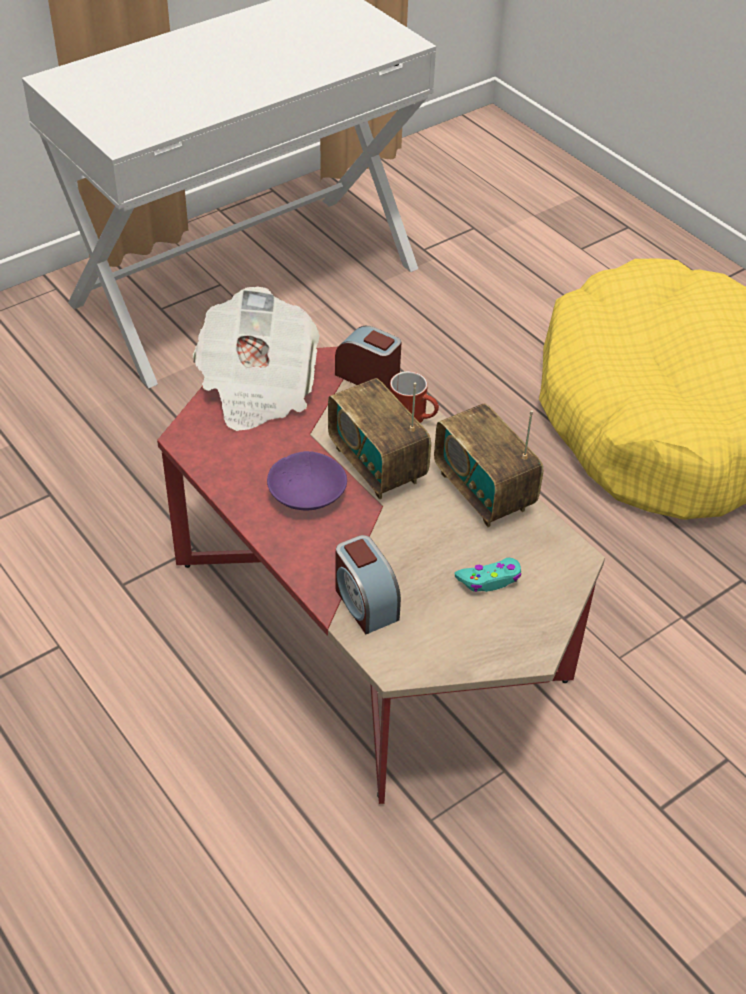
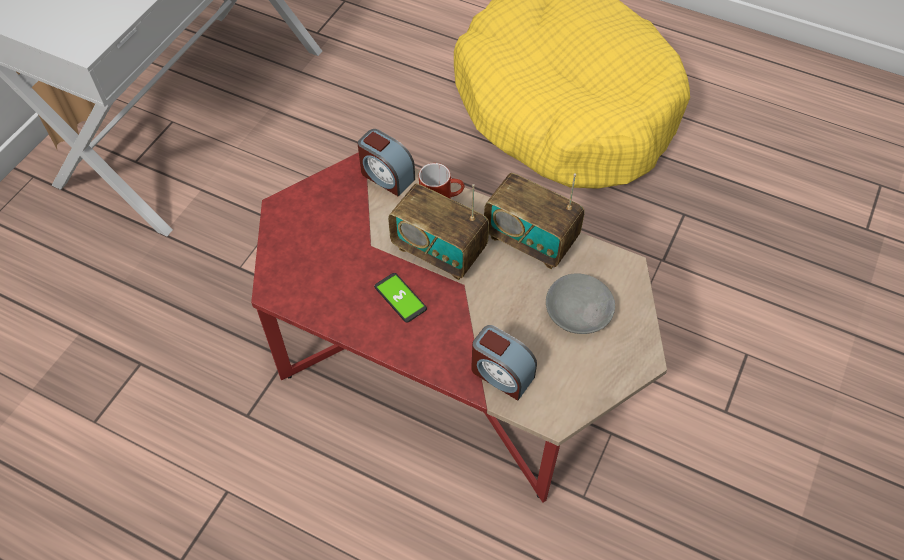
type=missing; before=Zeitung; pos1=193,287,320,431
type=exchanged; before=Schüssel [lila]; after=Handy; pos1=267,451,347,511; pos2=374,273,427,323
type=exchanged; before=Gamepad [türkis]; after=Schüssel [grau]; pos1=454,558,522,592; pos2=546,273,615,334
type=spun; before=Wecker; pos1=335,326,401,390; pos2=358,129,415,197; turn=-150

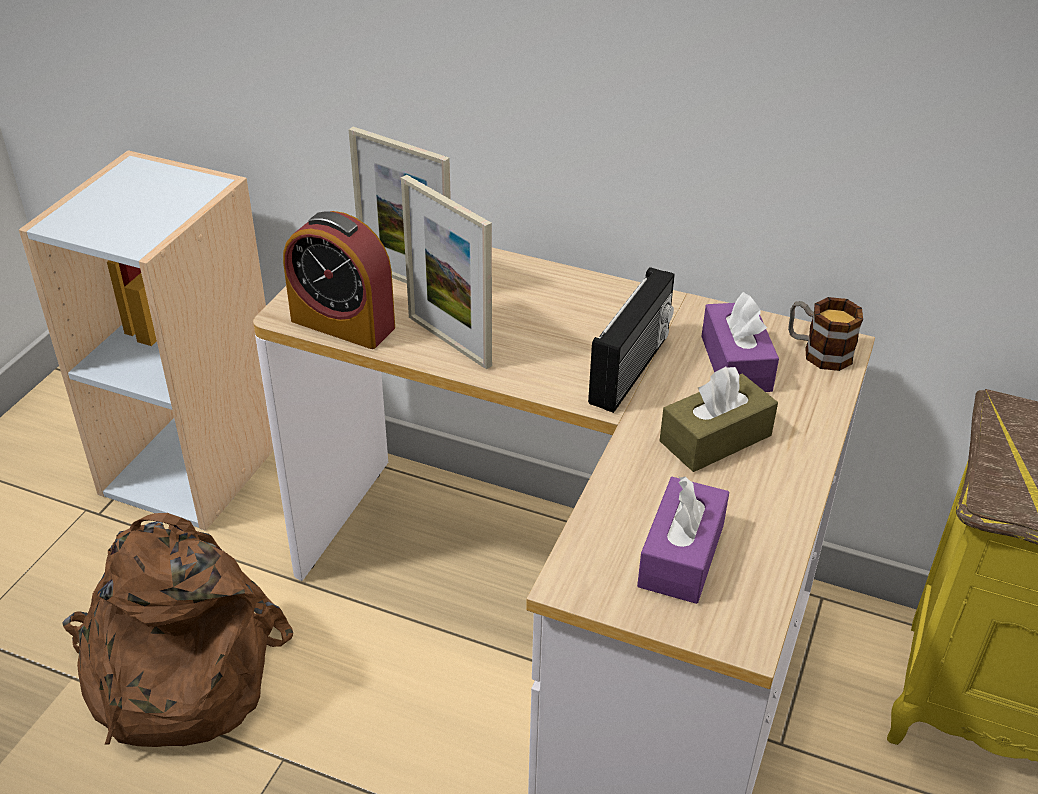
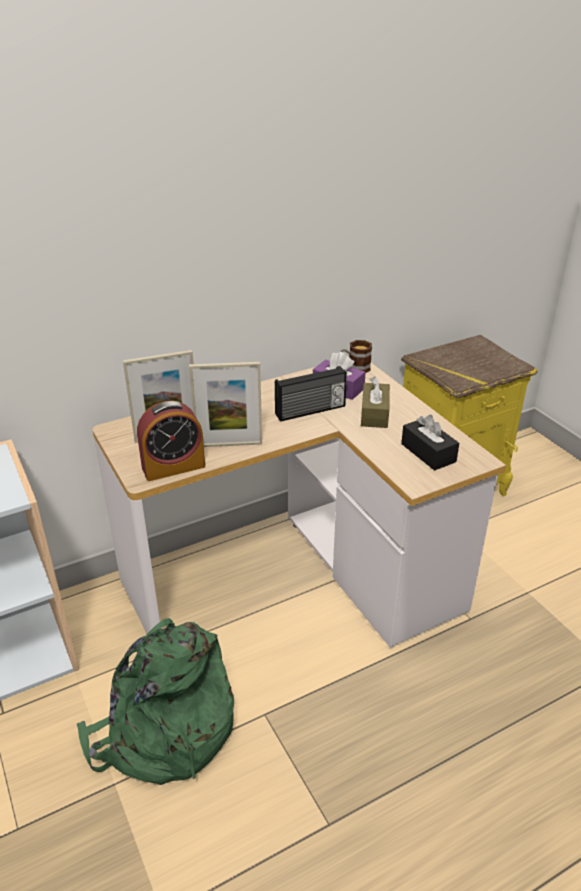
type=colour; before=Rucksack [braun]; after=Rucksack [grün]; pos1=63,513,293,747; pos2=77,618,234,785
type=colour; before=Taschentuchbox [lila]; after=Taschentuchbox [schwarz]; pos1=637,477,729,604; pos2=401,415,459,471
type=spun; before=Radio; pos1=588,267,675,413; pos2=275,366,347,422; turn=90

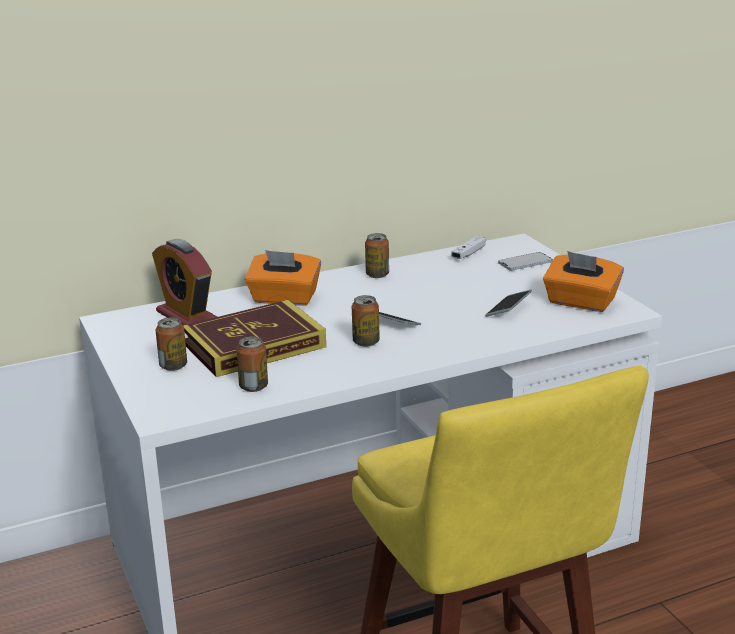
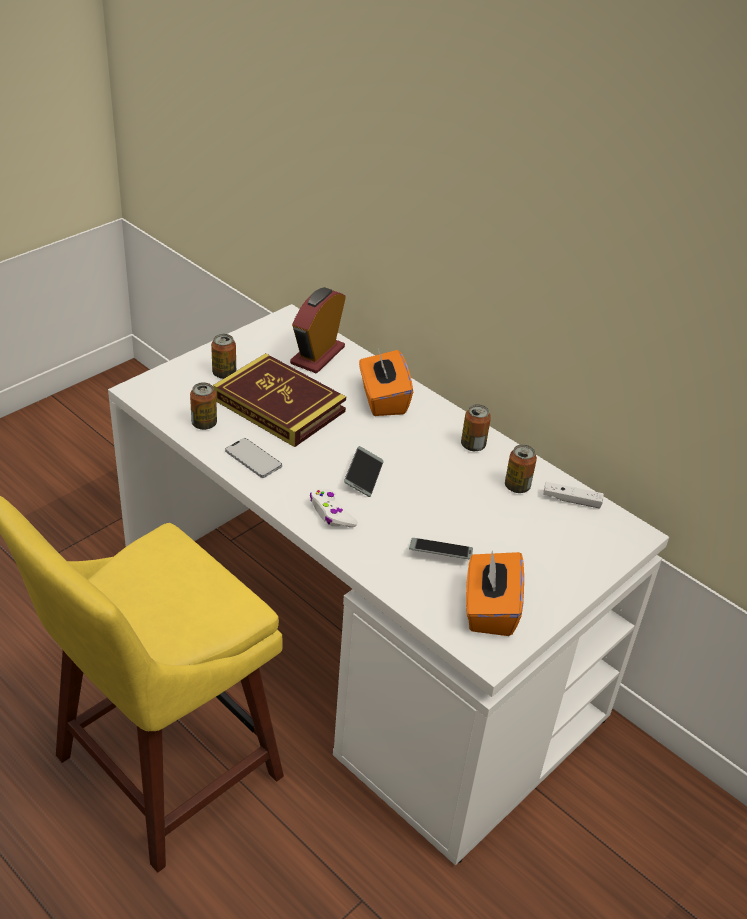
type=appeared; after=Gamepad [weiß]; pos2=310,489,358,528
type=relocated; before=Dose; pos1=352,295,380,347; pos2=505,445,537,493
type=relocated; before=Handy; pos1=498,252,553,271; pos2=225,438,282,478

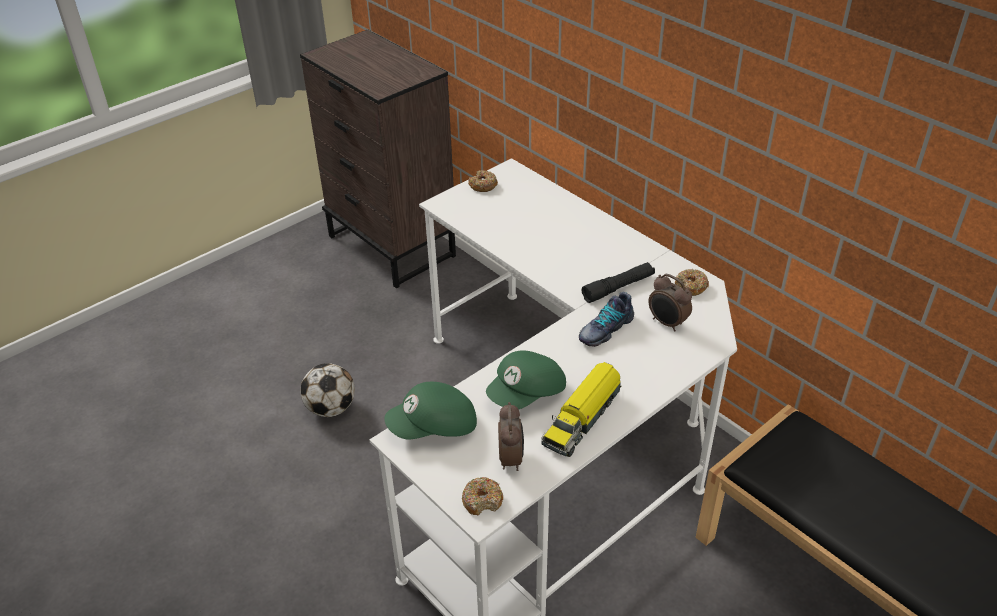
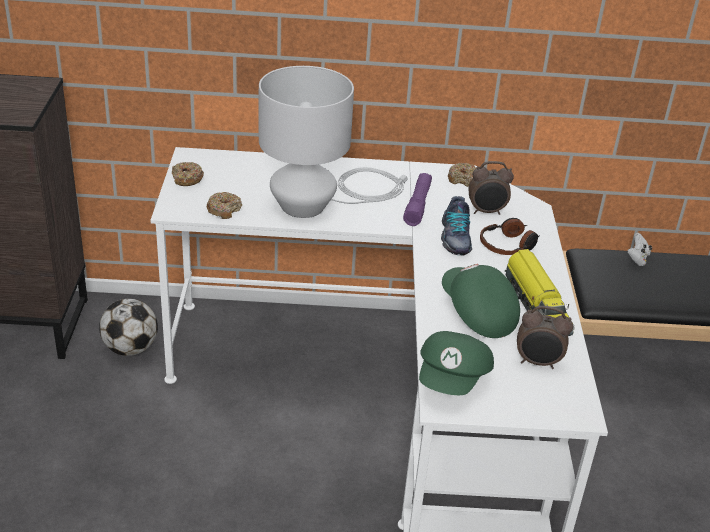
type=appeared; after=Tischlampe [grau]; pos2=259,66,408,218
type=appeared; after=Kopfhörer; pos2=480,218,540,255
type=appeared; after=Gamepad [weiß]; pos2=627,233,652,266
type=relocated; before=Fußball; pos1=300,363,355,417; pos2=99,299,158,356
type=relocated; before=Donut; pos1=462,477,503,515; pos2=207,192,242,219
type=colour; before=Taschenlampe [schwarz]; after=Taschenlampe [lila]; pos1=581,262,655,303; pos2=403,173,432,226
type=spun; before=Kappe [grün]; pos1=486,350,566,409; pos2=442,264,520,338; turn=150
type=spun; before=Wecker; pos1=498,402,524,471; pos2=517,306,573,369; turn=150

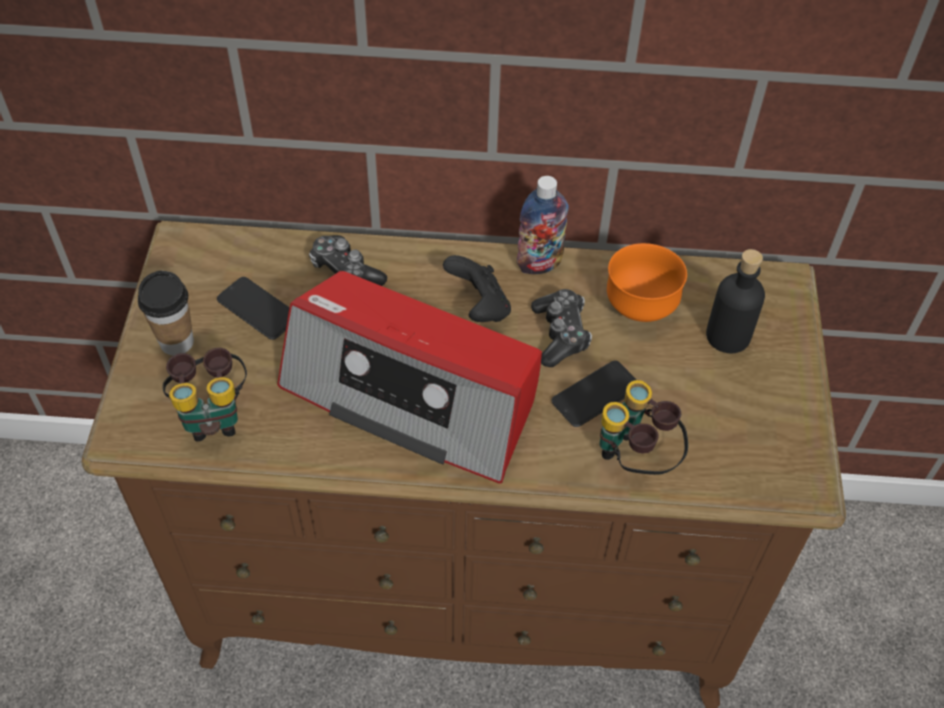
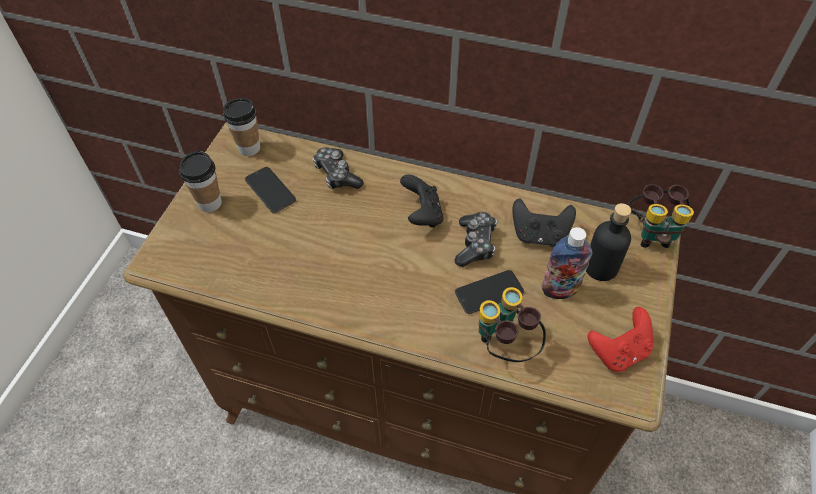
type=missing; before=Radio; pos1=277,271,542,484
type=appeared; after=Tasse; pos2=223,98,260,156
type=appeared; after=Gamepad [rot]; pos2=588,307,653,372
type=relocated; before=Fernglas; pos1=162,348,247,442; pos2=628,184,694,248
type=relocated; before=Flasche; pos1=517,176,569,274; pos2=542,227,593,299
type=exchanged; before=Schüssel [orange]; after=Gamepad [schwarz]; pos1=607,243,687,322; pos2=513,198,576,247

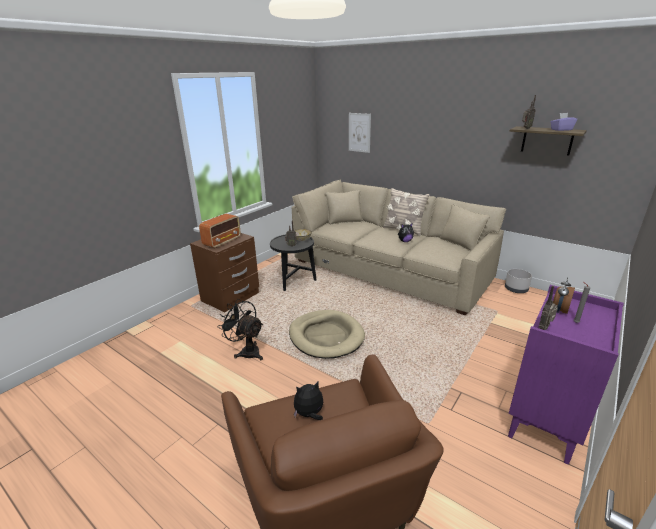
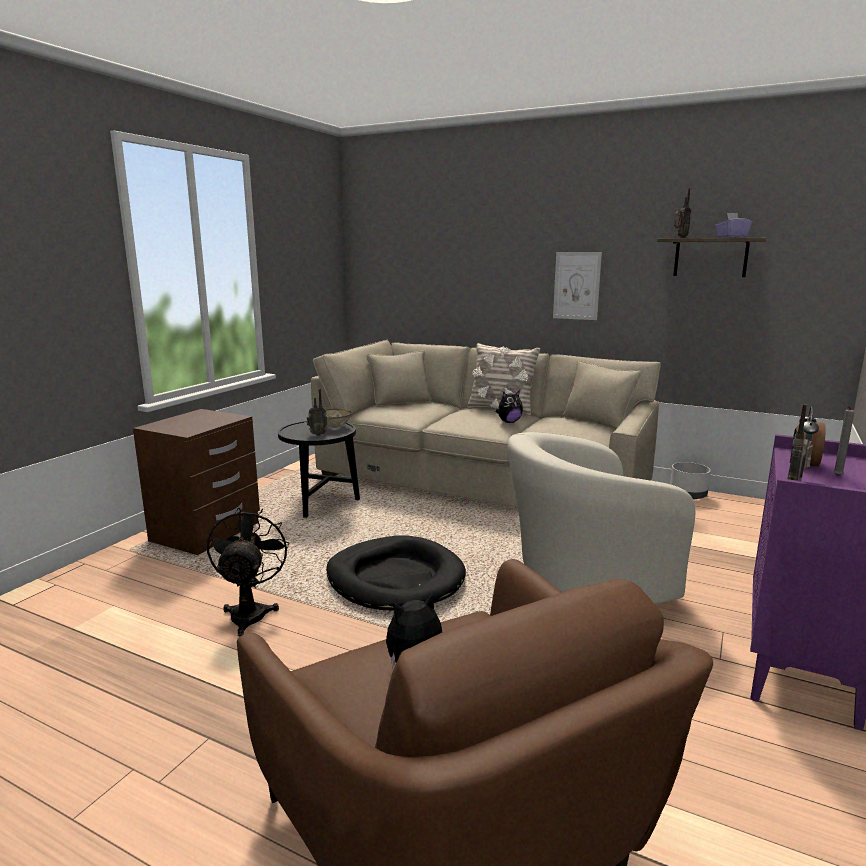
type=missing; before=Radio; pos1=199,214,241,249
type=appeared; after=Sessel [beige]; pos2=508,432,695,604
type=relocated; before=Bild; pos1=349,113,371,153; pos2=553,252,602,320
type=colour; before=Hundebett [beige]; after=Hundebett [schwarz]; pos1=289,310,365,359; pos2=326,535,466,611
type=spun; before=Ventilator [schwarz]; pos1=218,299,263,360; pos2=207,508,289,637; turn=60

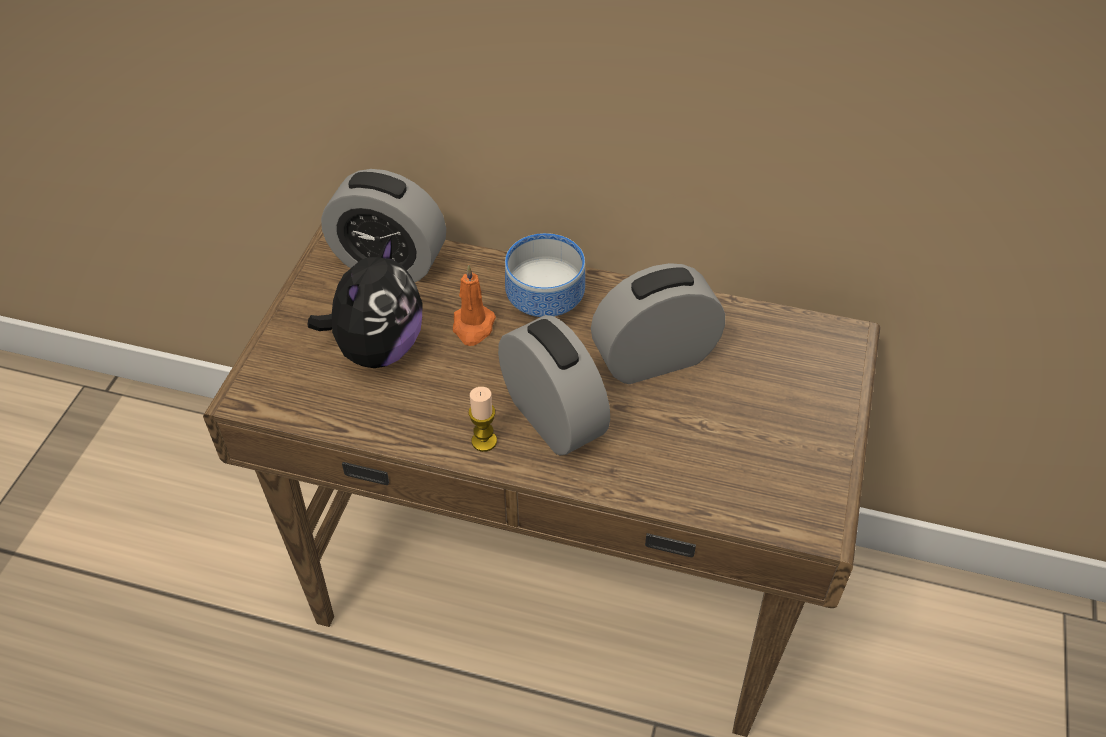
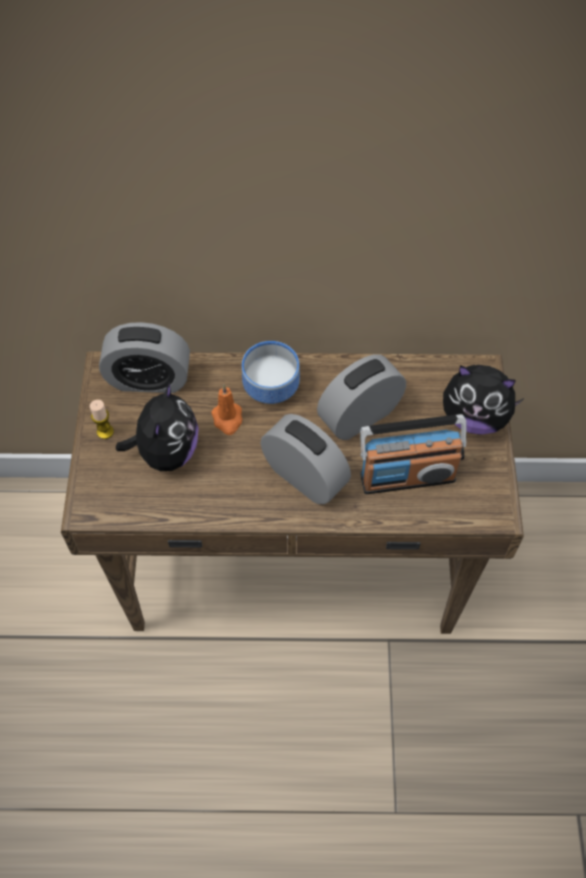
type=appeared; after=Radio; pos2=360,414,466,494
type=appeared; after=Plüschtier; pos2=443,365,524,435
type=relocated; before=Kerze; pos1=469,387,497,452; pos2=90,400,114,439

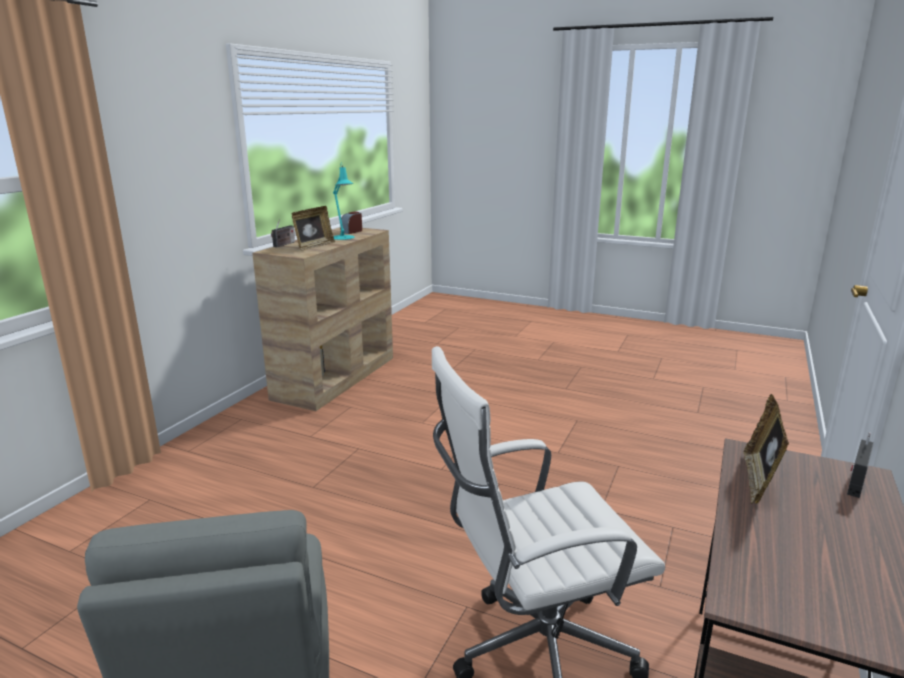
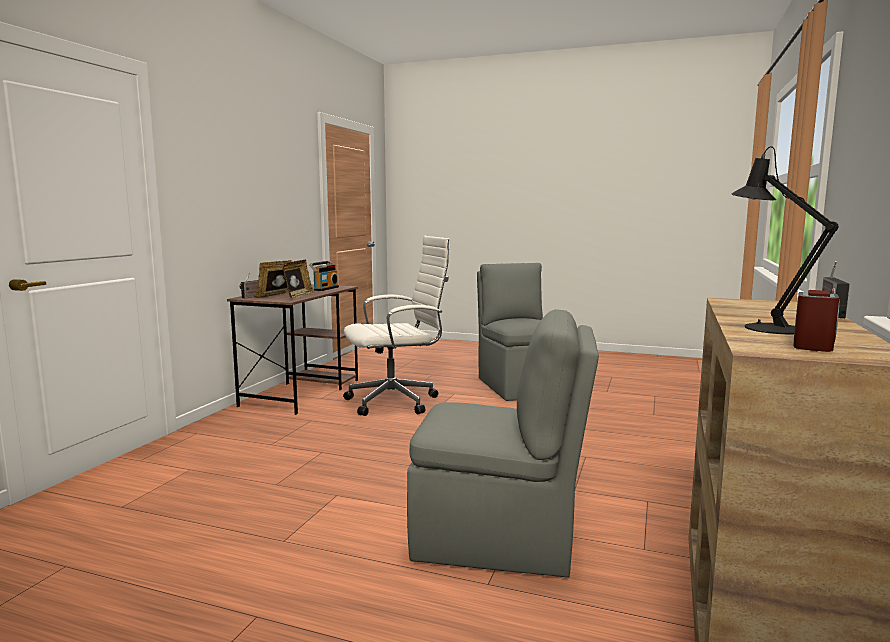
type=appeared; after=Radio; pos2=309,261,339,291
type=appeared; after=Stuhl [grau]; pos2=407,309,599,577
type=relocated; before=Bilderrahmen; pos1=292,206,335,251; pos2=255,260,292,298
type=colour; before=Tischlampe [türkis]; after=Tischlampe [schwarz]; pos1=333,162,354,240; pos2=731,146,839,334

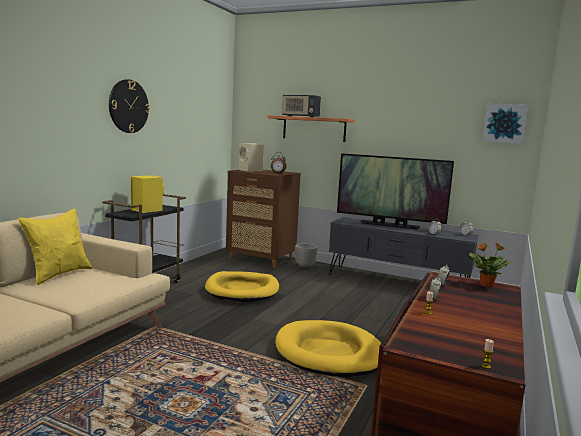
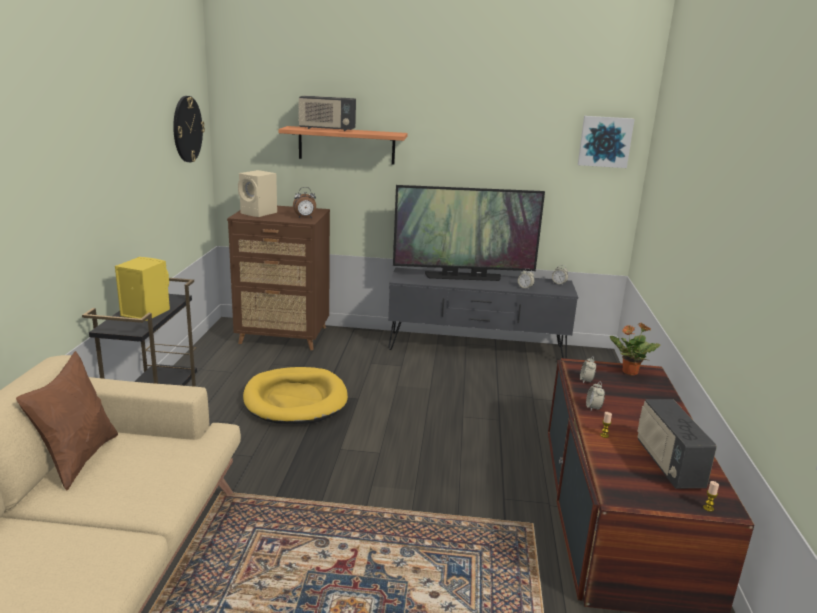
type=missing; before=Hundebett [gelb]; pos1=275,320,381,377
type=missing; before=Pflanzkübel [grau]; pos1=295,243,318,268
type=appeared; after=Radio; pos2=637,399,717,489
type=relocated; before=Wanduhr; pos1=109,79,150,133; pos2=173,96,205,162
type=colour; before=Kissen [gelb]; after=Kissen [braun]; pos1=18,208,92,285; pos2=16,351,118,490

